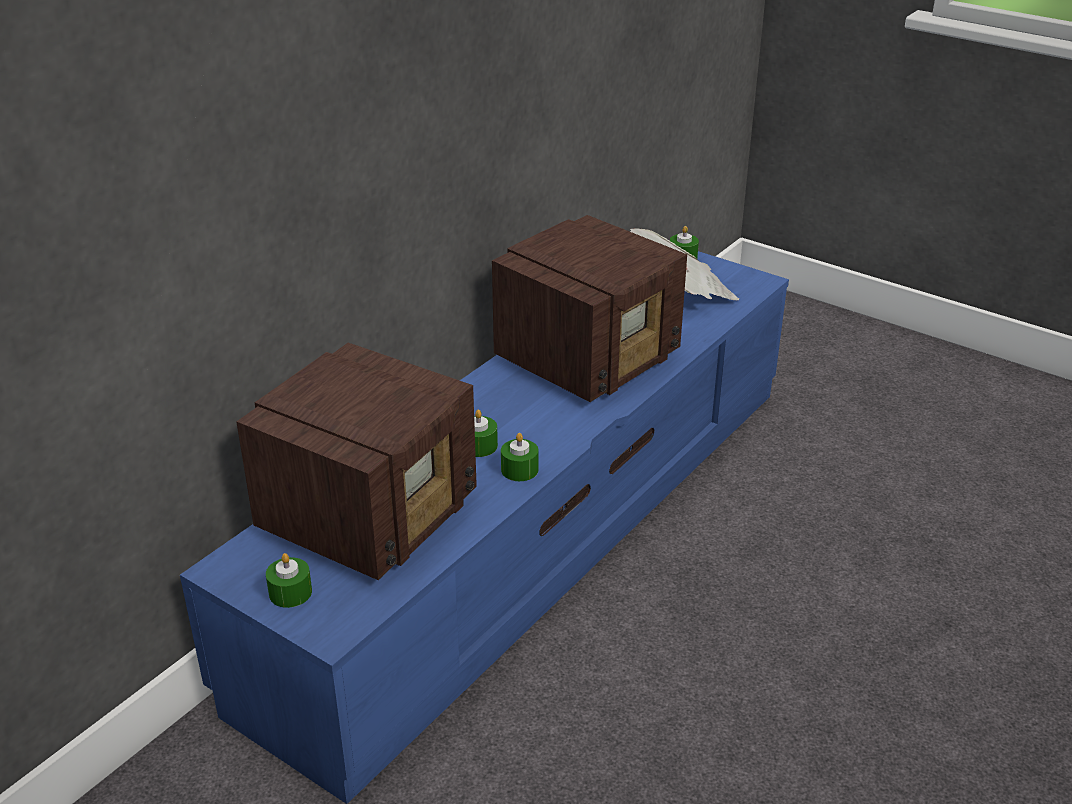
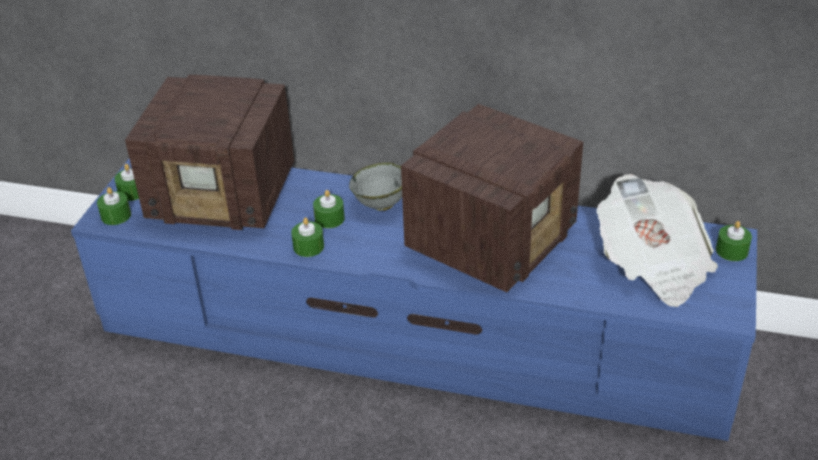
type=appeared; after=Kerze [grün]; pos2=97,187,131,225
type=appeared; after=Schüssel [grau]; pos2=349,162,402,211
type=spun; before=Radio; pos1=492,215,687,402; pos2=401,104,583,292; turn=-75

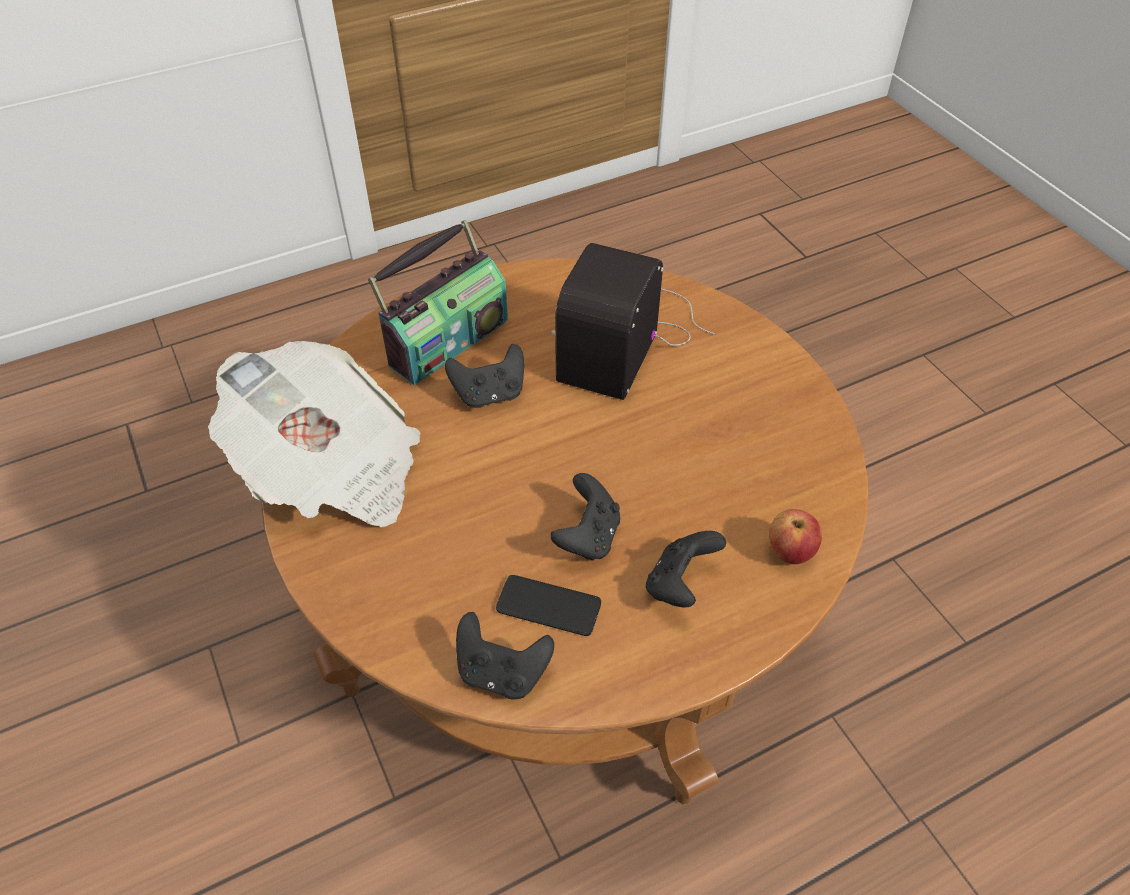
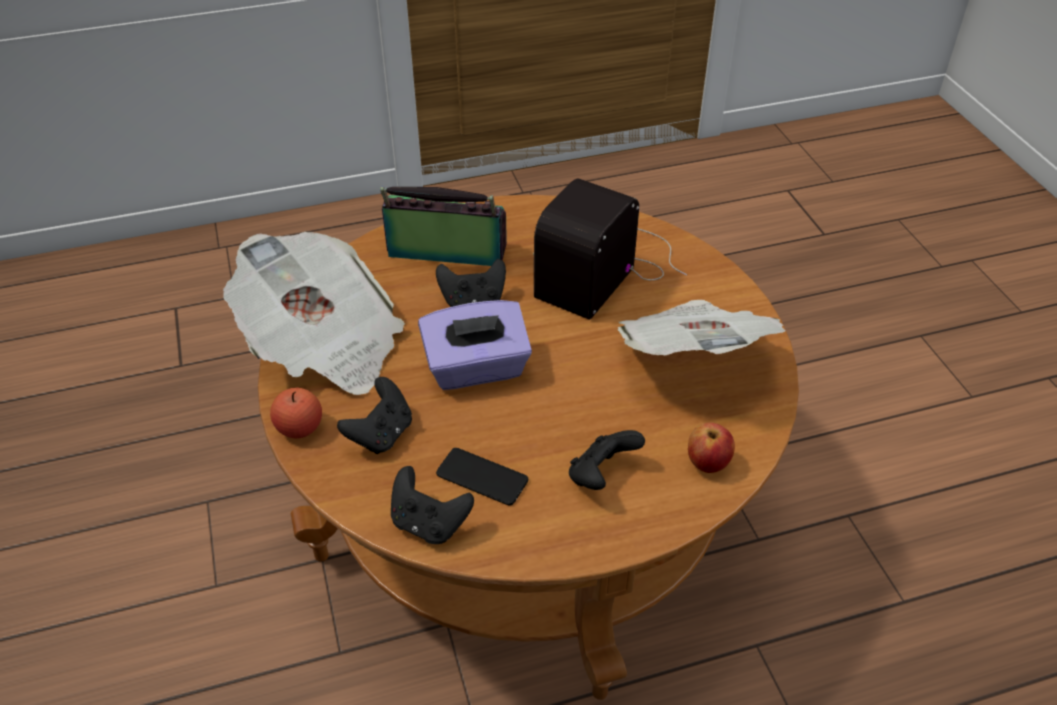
type=appeared; after=Apfel; pos2=270,388,322,438
type=appeared; after=Taschentuchbox [lila]; pos2=418,300,532,390
type=appeared; after=Zeitung; pos2=618,300,786,355
type=relocated; before=Gamepad [schwarz]; pos1=550,473,620,561; pos2=337,377,412,454
type=spun; before=Radio; pos1=368,220,508,385; pos2=380,187,507,266; turn=-135

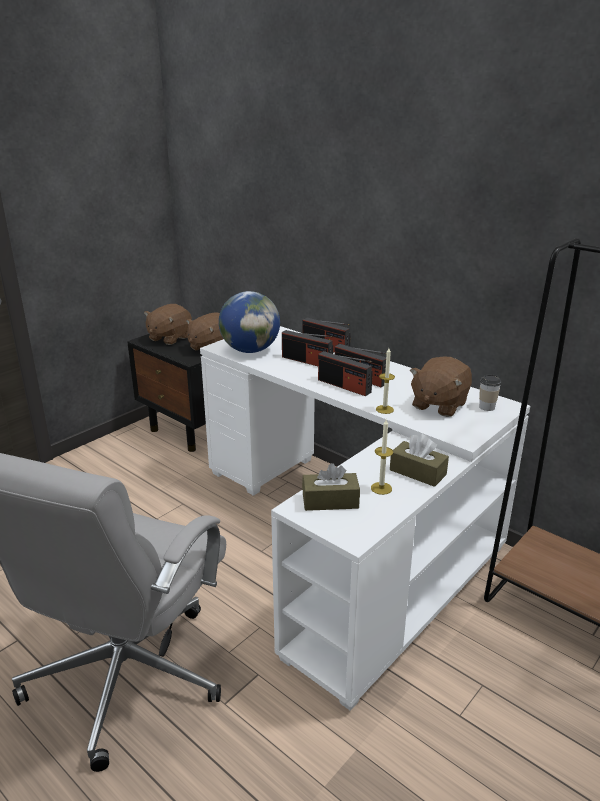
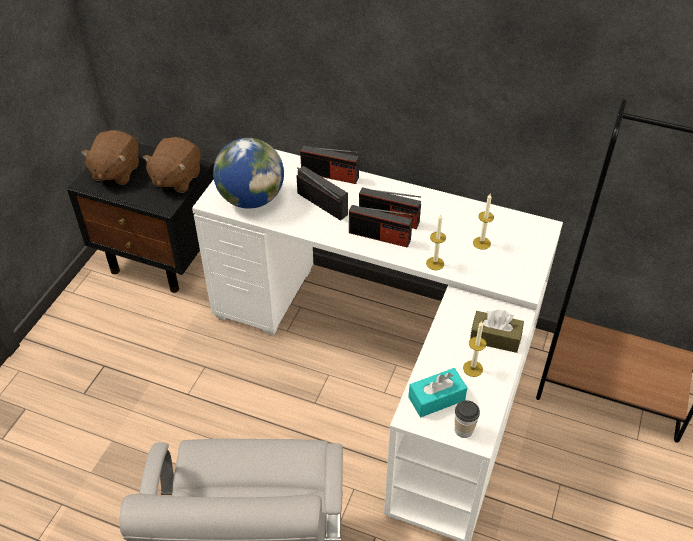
type=relocated; before=Tasse; pos1=479,375,501,411; pos2=455,400,480,438
type=exchanged; before=Plüschtier [braun]; after=Kerze; pos1=410,356,472,417; pos2=473,194,494,250
type=colour; before=Taschentuchbox [braun]; after=Taschentuchbox [türkis]; pos1=302,463,360,511; pos2=408,368,467,417
type=spun; before=Radio; pos1=282,330,333,366; pos2=297,166,348,221; turn=-150

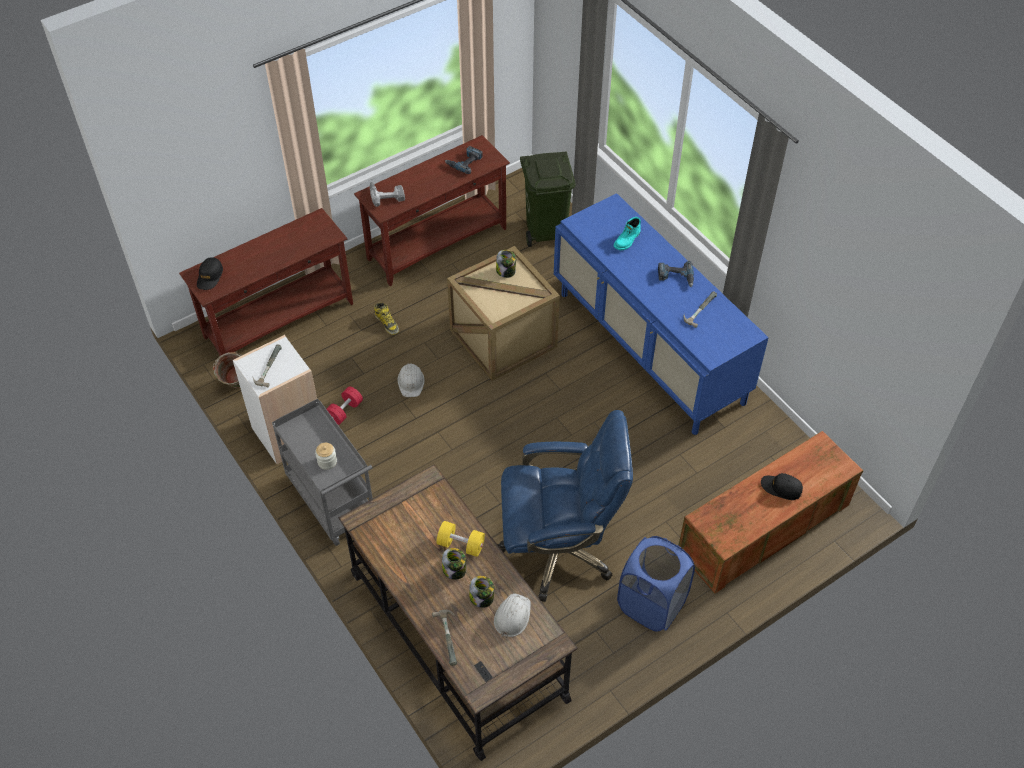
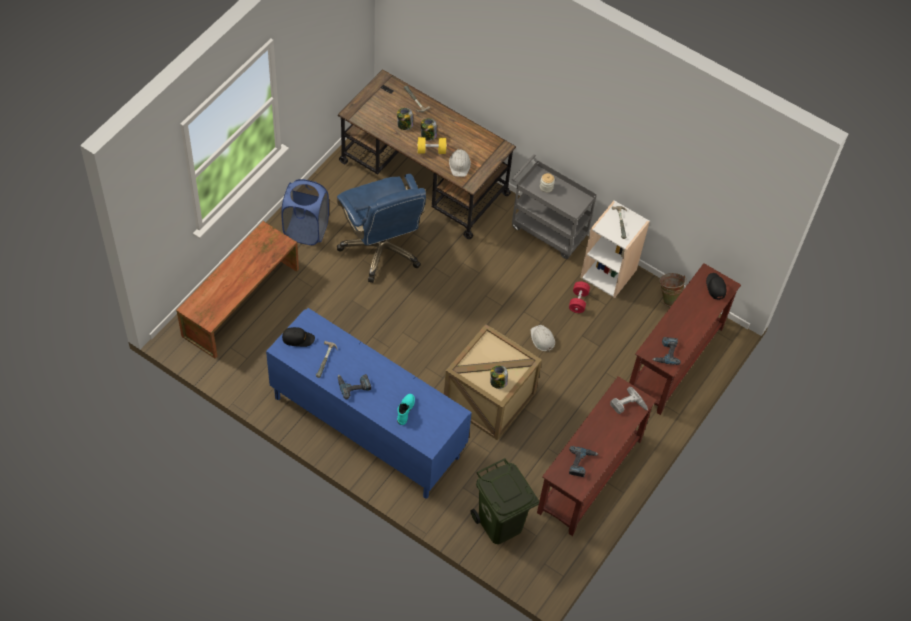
type=missing; before=Stiefel; pos1=374,303,399,335
type=appeared; after=Bohrmaschine; pos2=653,337,681,365
type=relocated; before=Schutzhelm [weiß]; pos1=494,593,531,638; pos2=449,149,471,177
type=relocated; before=Kappe [schwarz]; pos1=761,473,803,500; pos2=282,327,315,347
type=spun; before=Bürostuhl [blau]; pos1=497,410,633,602; pos2=337,174,426,283; turn=-90

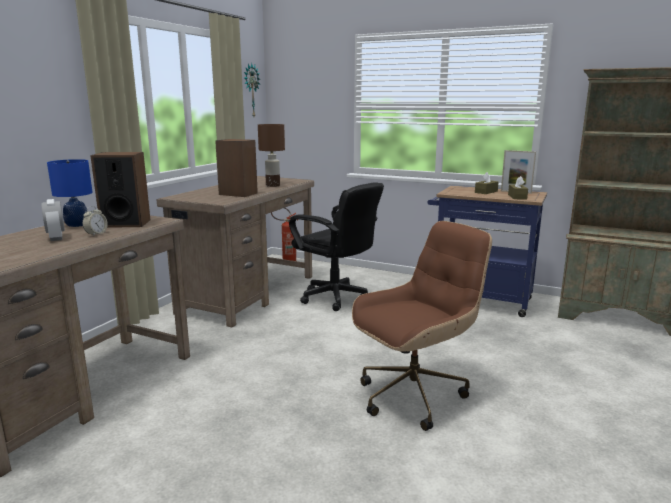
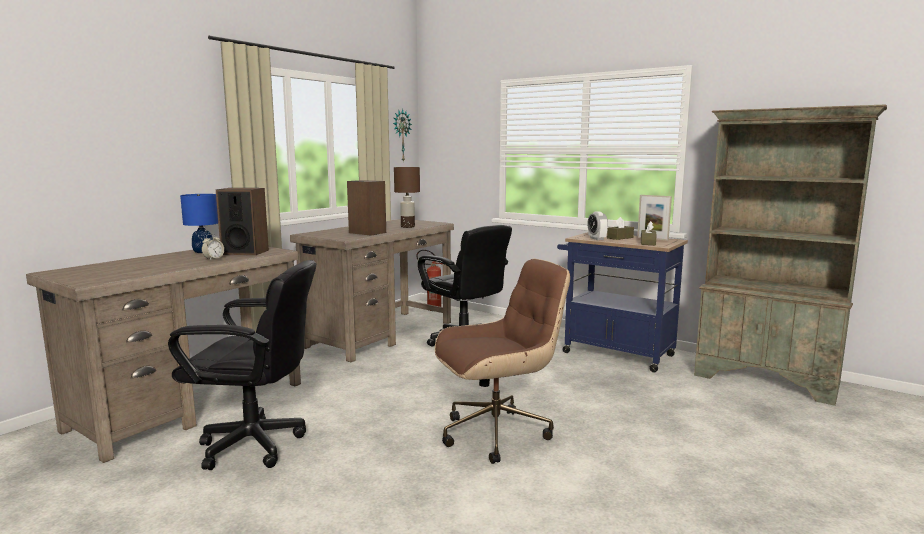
type=appeared; after=Bürostuhl [schwarz]; pos2=168,260,316,470
type=relocated; before=Wecker; pos1=41,199,65,241; pos2=587,211,608,240

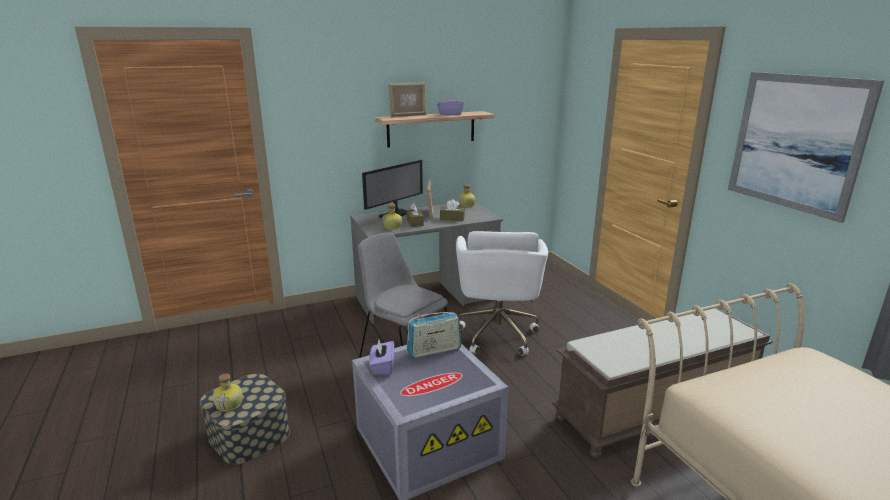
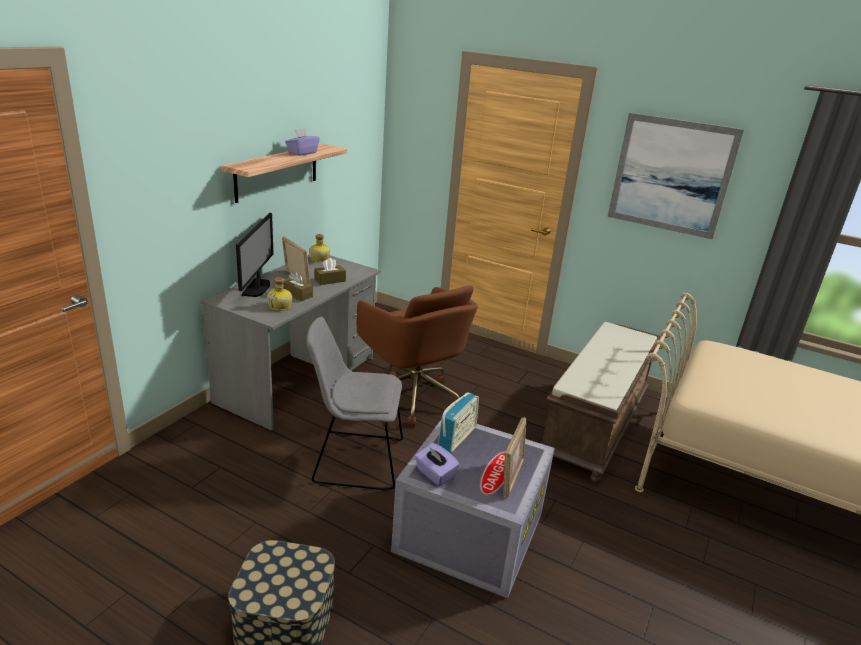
type=missing; before=Flasche; pos1=212,373,242,412
type=relocated; before=Bilderrahmen; pos1=389,82,427,117; pos2=503,417,526,499
type=colour; before=Bürostuhl [weiß]; after=Bürostuhl [braun]; pos1=456,231,548,356; pos2=357,285,478,426

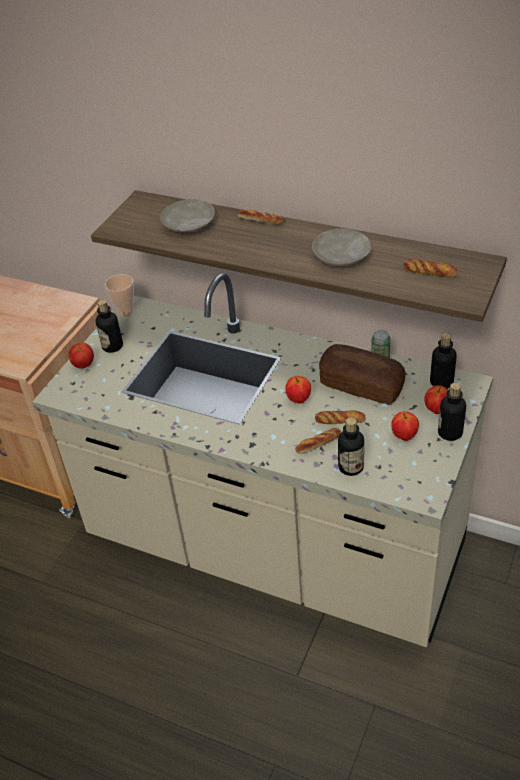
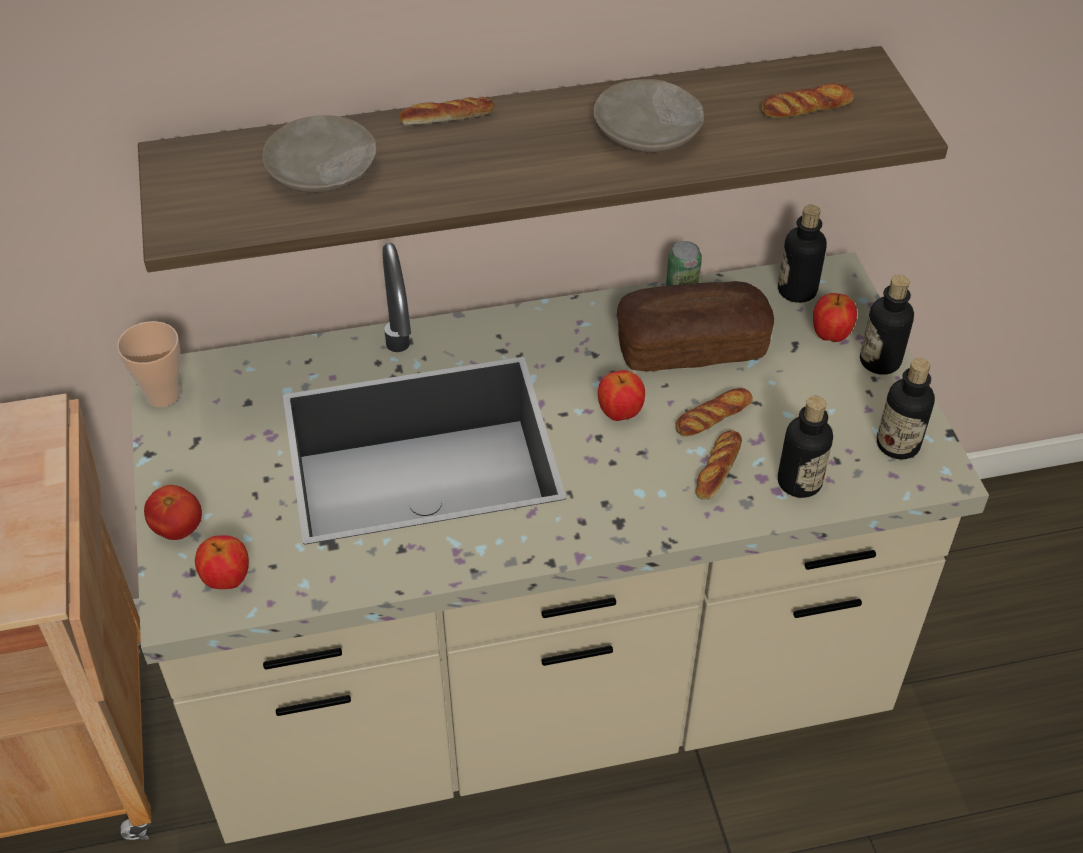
type=relocated; before=Flasche; pos1=95,300,123,353; pos2=877,358,935,460
type=relocated; before=Apfel; pos1=391,411,419,441; pos2=195,535,249,589

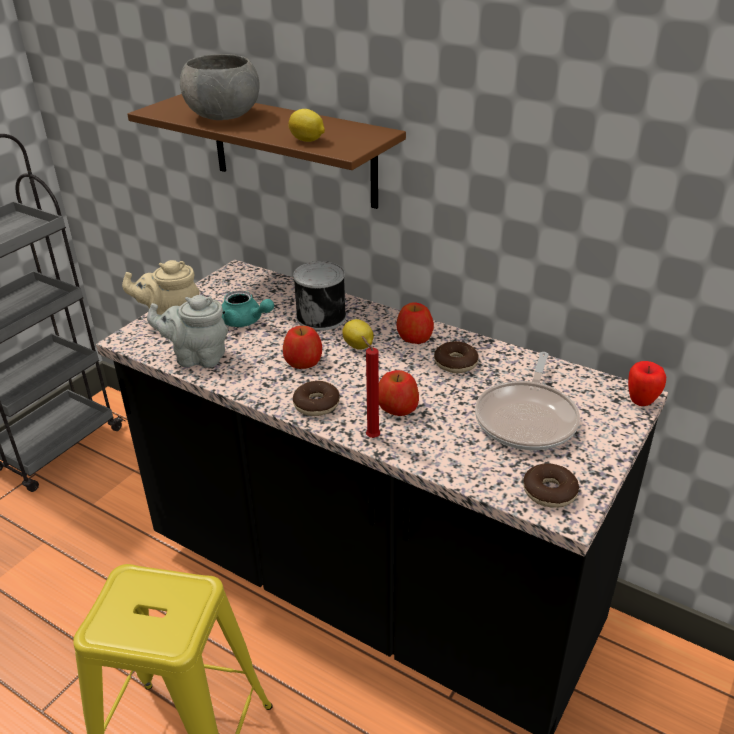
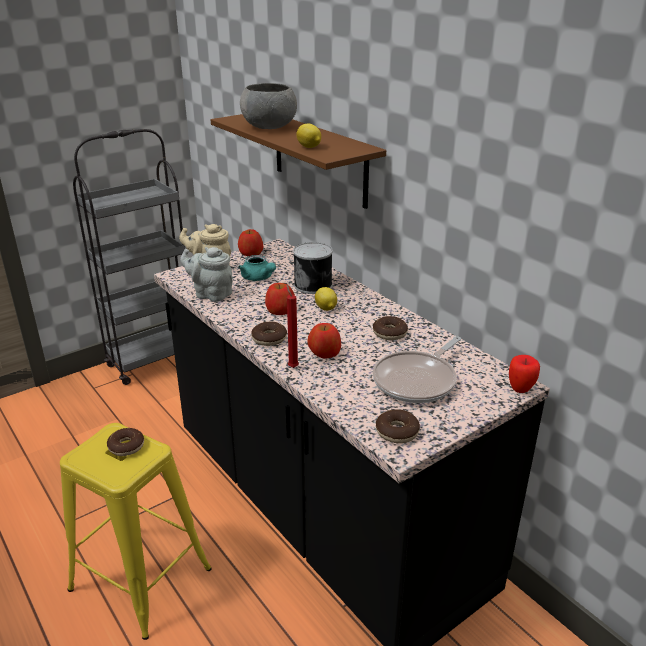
type=appeared; after=Donut; pos2=107,428,144,456
type=relocated; before=Apfel; pos1=396,302,434,344; pos2=238,229,264,256

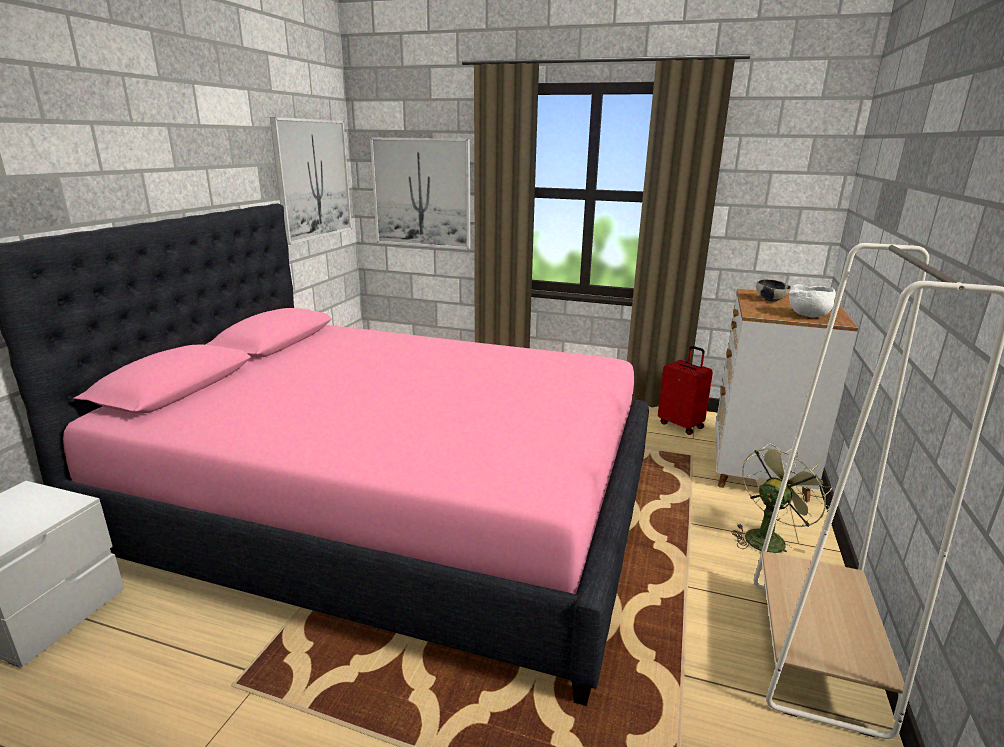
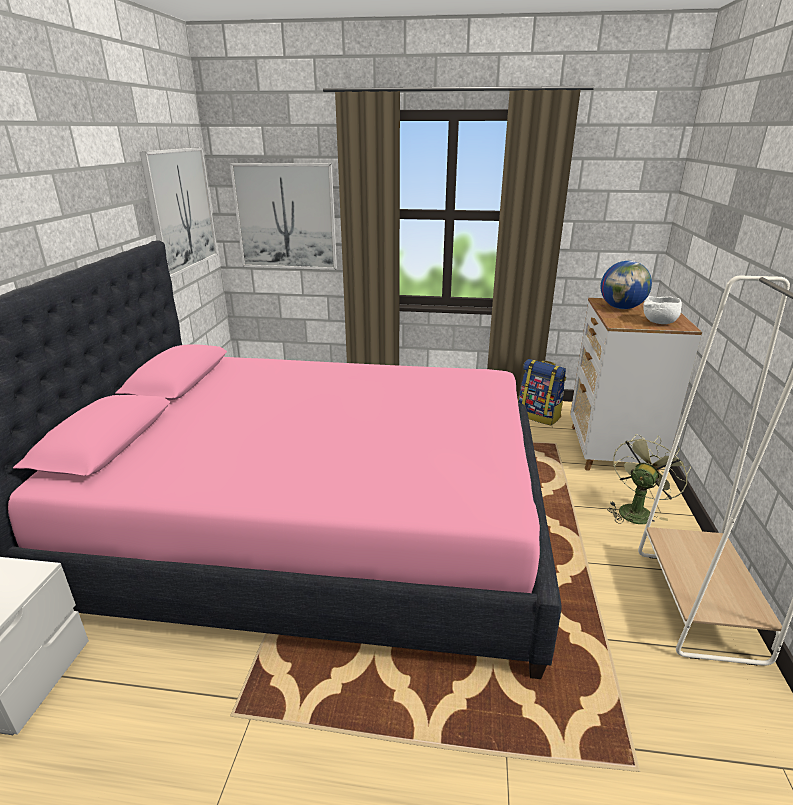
type=exchanged; before=Koffer [rot]; after=Rucksack; pos1=658,346,713,435; pos2=518,359,566,426
type=exchanged; before=Schüssel; after=Globus; pos1=757,279,791,302; pos2=601,261,652,309

